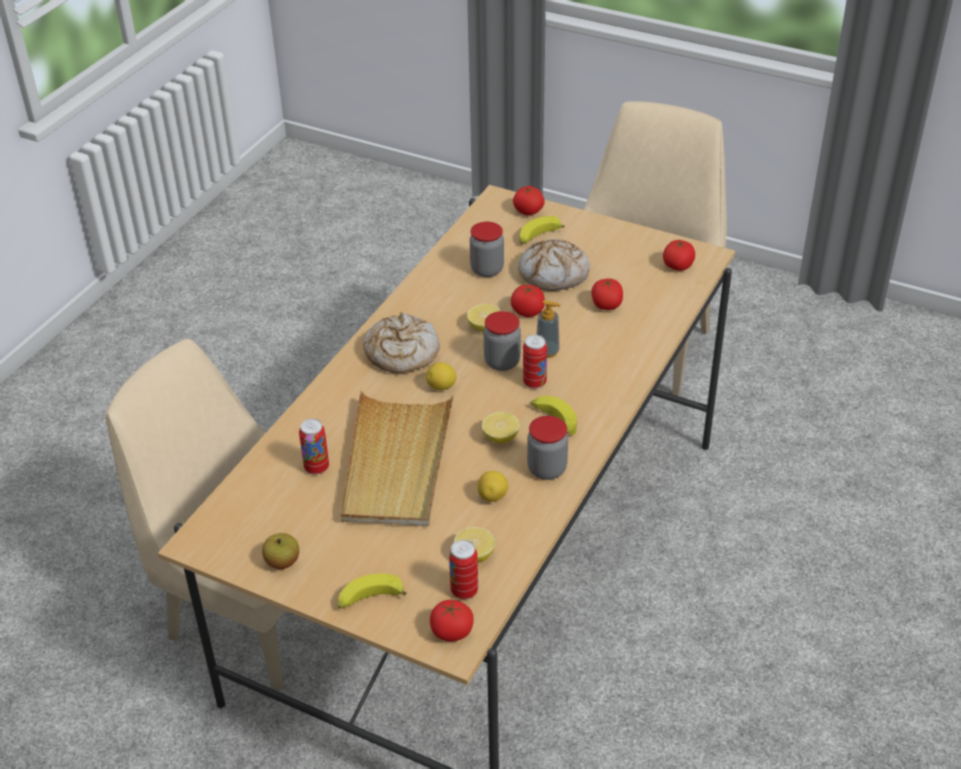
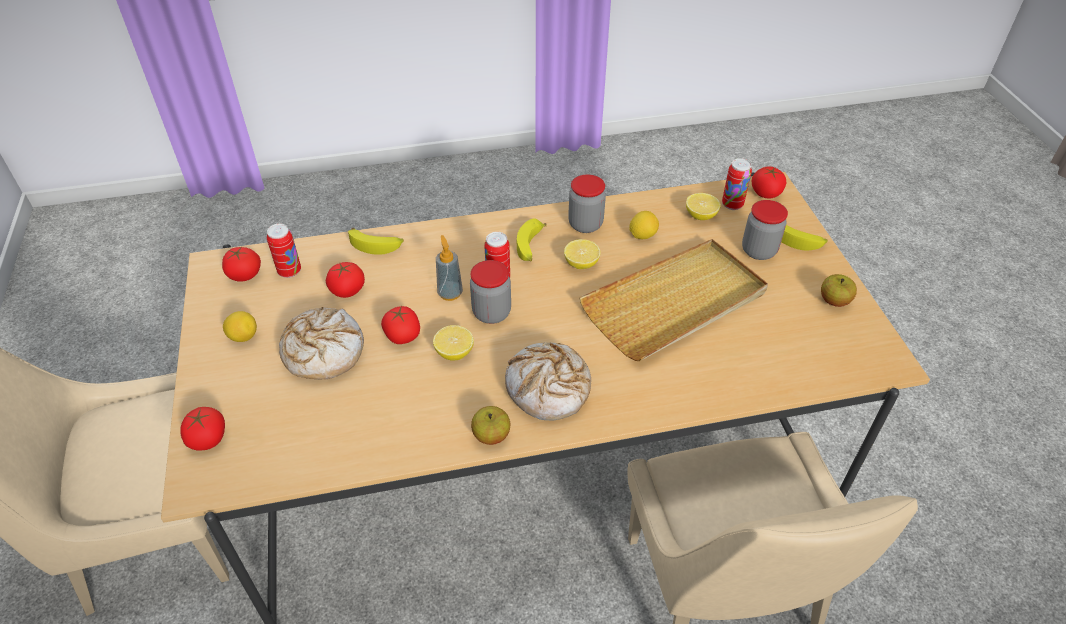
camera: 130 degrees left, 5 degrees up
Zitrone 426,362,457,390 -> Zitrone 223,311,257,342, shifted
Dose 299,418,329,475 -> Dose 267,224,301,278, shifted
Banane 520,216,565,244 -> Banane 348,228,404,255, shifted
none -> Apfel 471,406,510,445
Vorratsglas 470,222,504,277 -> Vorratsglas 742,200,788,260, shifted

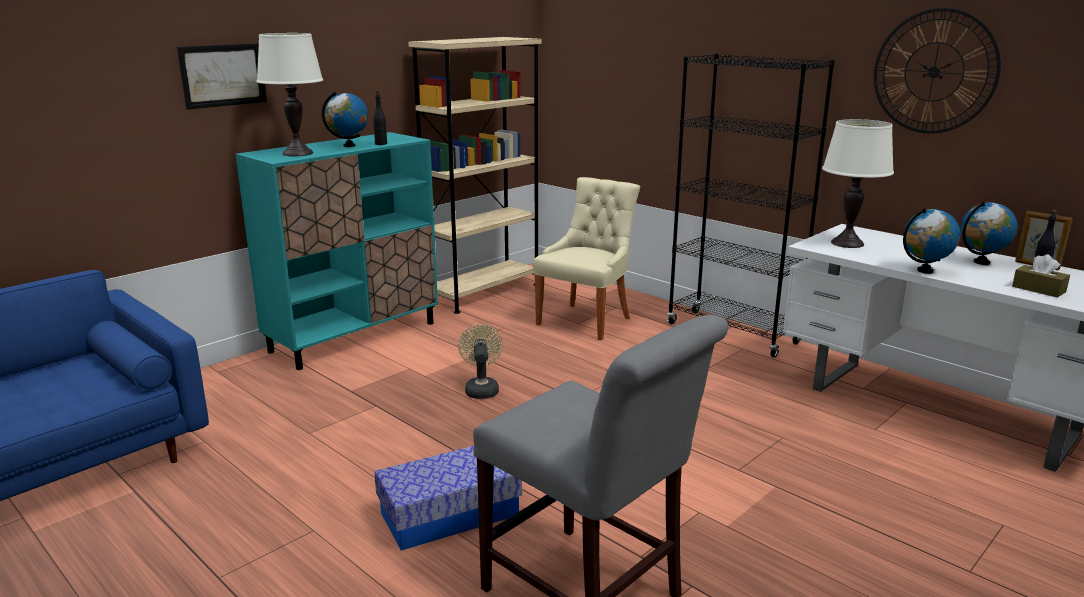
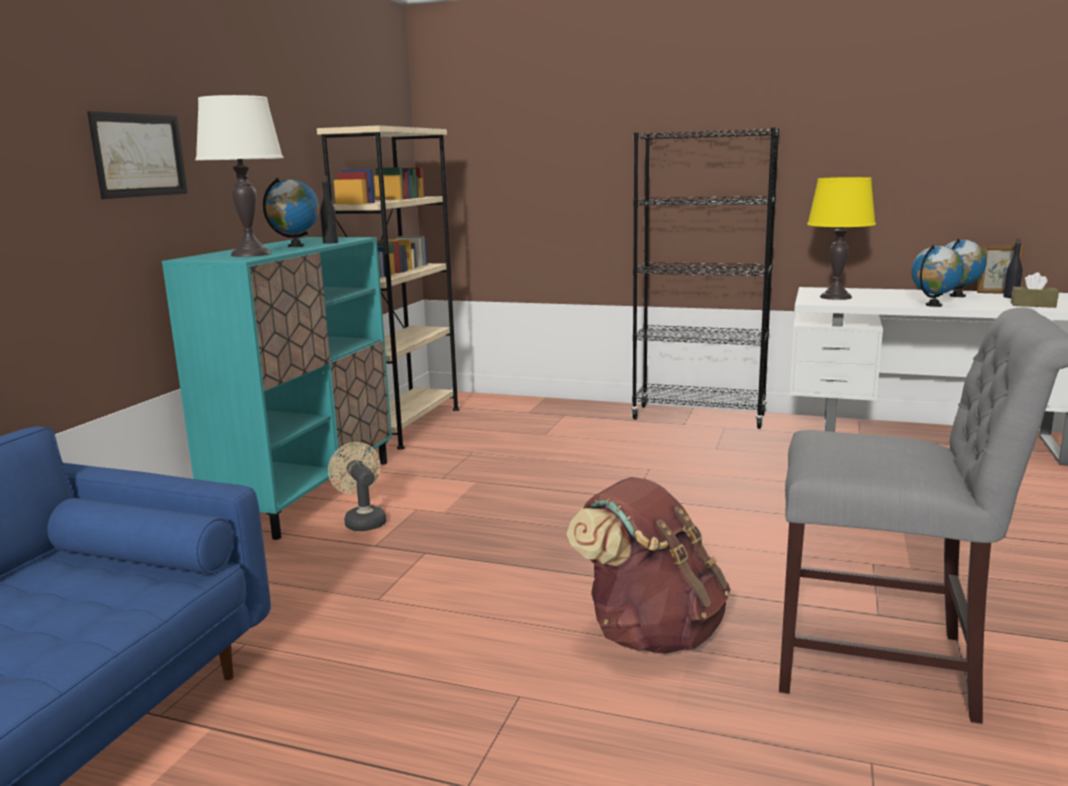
camera: 25 degrees left, 5 degrees down
Ventilator (beige) 458,324,503,399 -> Ventilator (beige) 328,442,386,531, shifted
Aufbewahrungsbox 374,446,522,551 -> Rucksack (braun) 566,477,731,654
Tischlampe (weiß) 822,119,894,248 -> Tischlampe (gelb) 807,177,876,300
Stuhl (beige) 533,177,640,340 -> none
Wanduhr 874,8,1001,134 -> none

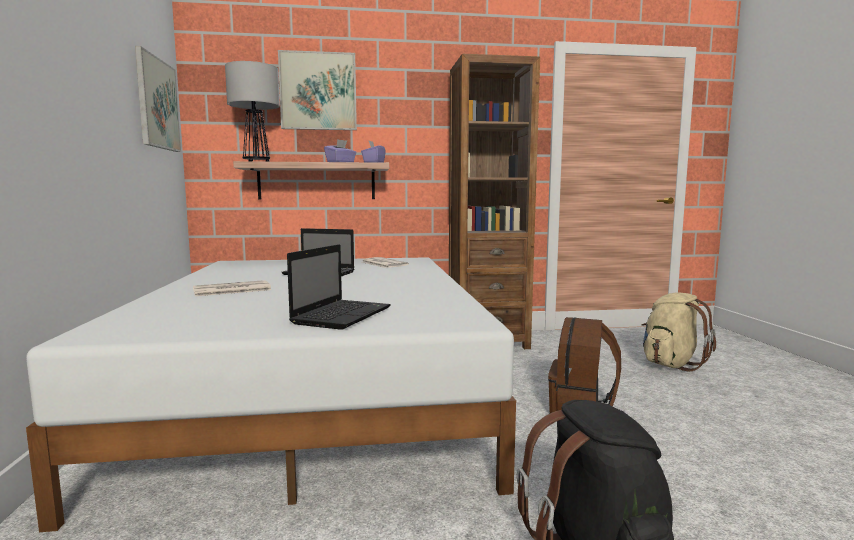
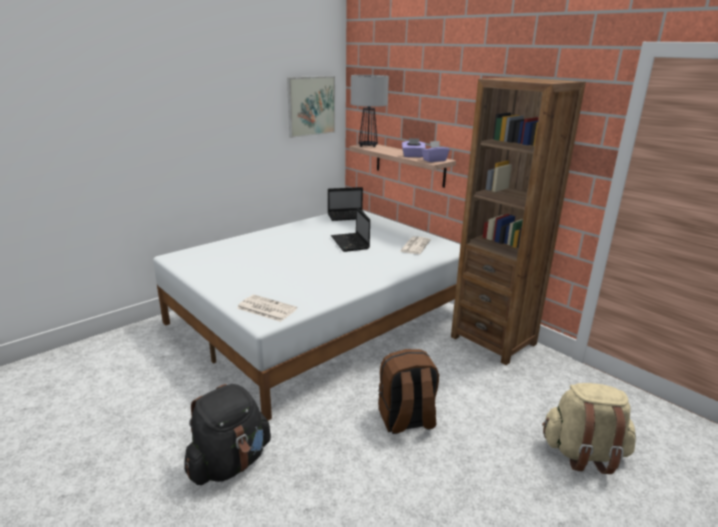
camera: 55 degrees right, 15 degrees up
Zeitung 193,280,271,296 -> Zeitung 237,295,297,322, shifted
Laptop 287,244,391,330 -> Laptop 328,187,366,221, shifted
Bild 278,50,357,130 -> none

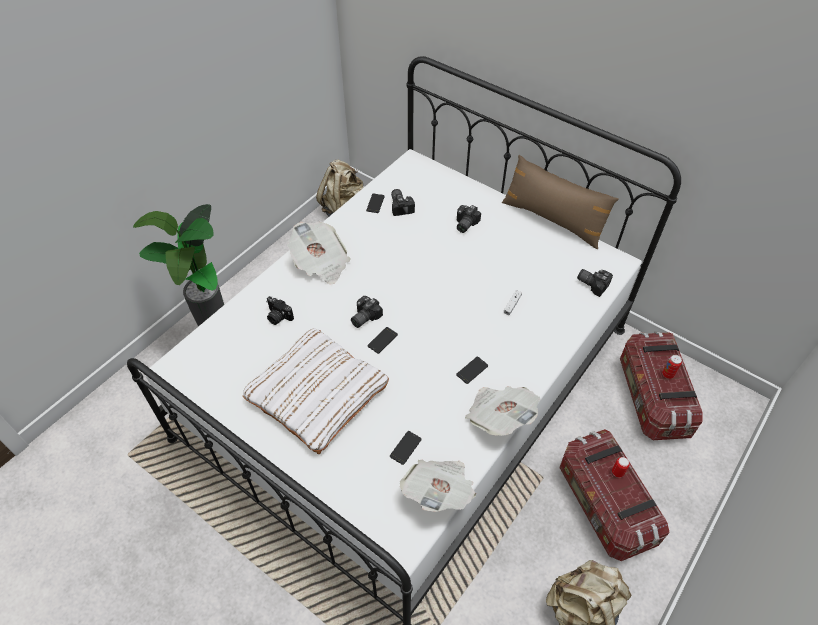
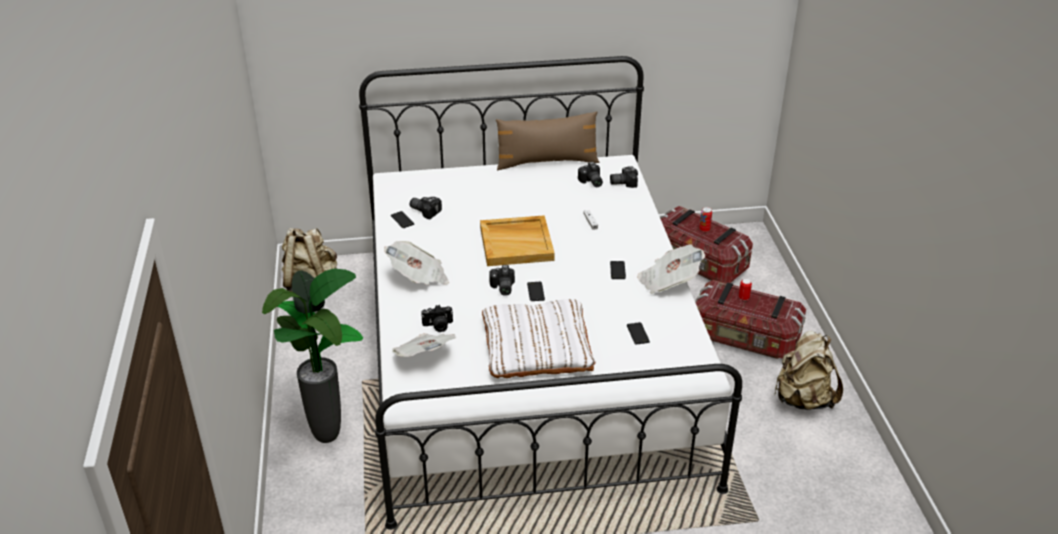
camera: 45 degrees left, 15 degrees down
Zeitung 400,460,476,512 -> Zeitung 392,333,456,357, shifted
none -> Tablett (beige) 480,215,555,266
Kamera 457,205,481,233 -> Kamera 578,162,603,187, shifted

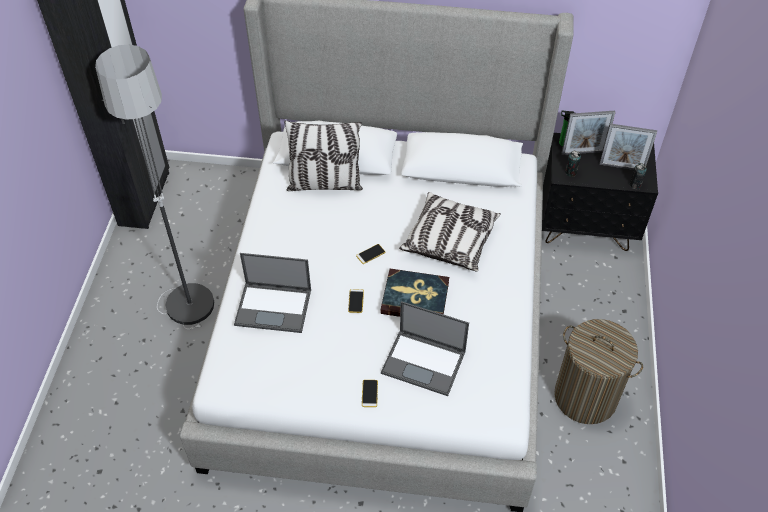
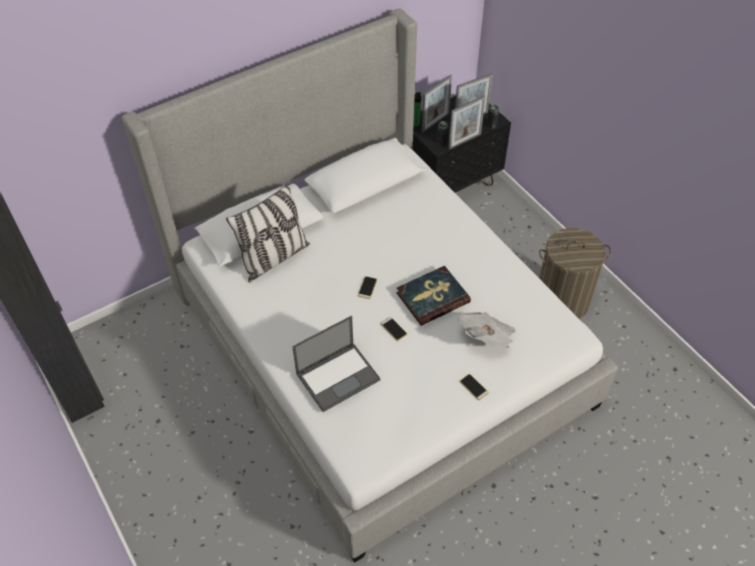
camera: 40 degrees left, 0 degrees up
none -> Bilderrahmen 448,96,486,150
Laptop 381,301,469,396 -> Zeitung 458,312,516,348
Stehlampe 95,45,214,329 -> none
Kissen 399,192,501,271 -> none

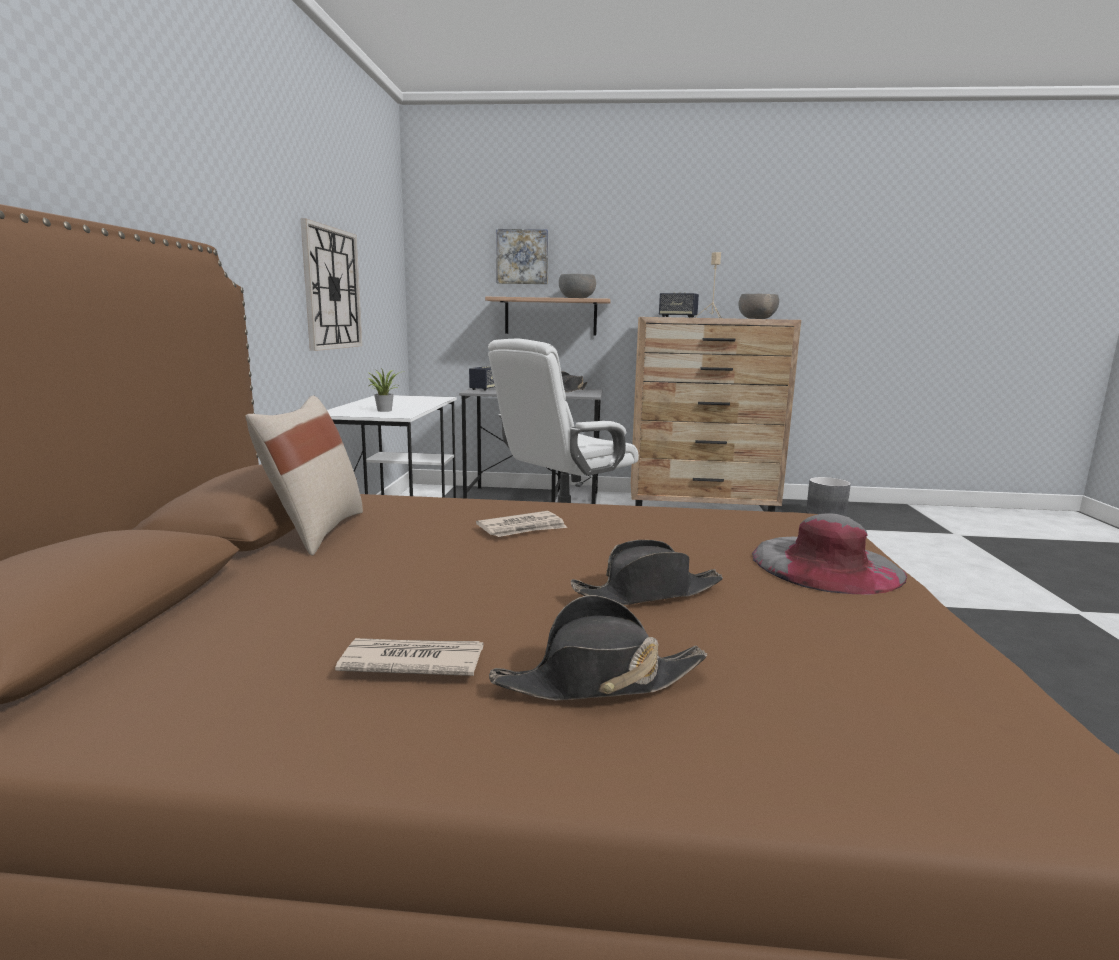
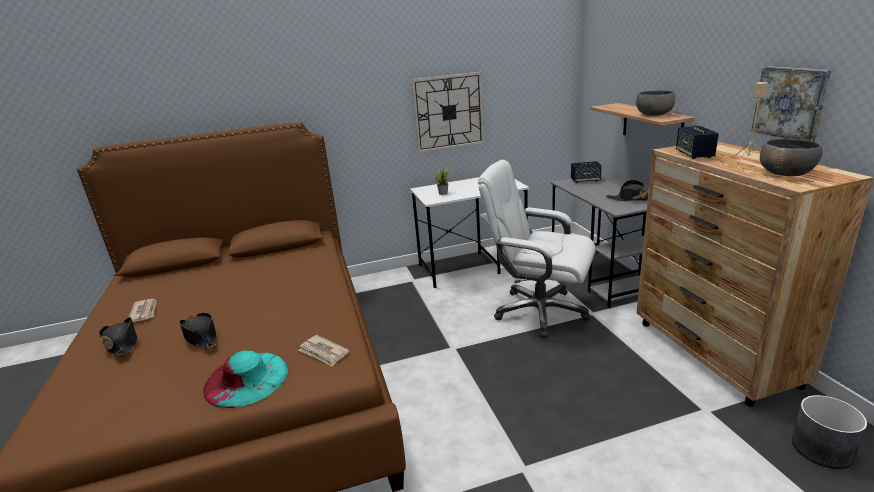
camera: 70 degrees right, 10 degrees up
Hut (grau) 752,513,907,595 -> Hut (türkis) 203,350,288,408
Zeitung 476,511,567,537 -> Zeitung 298,335,349,367, shifted
Bild 496,229,548,284 -> Bild 751,66,831,142, shifted
Kissen (beige) 245,395,363,556 -> none

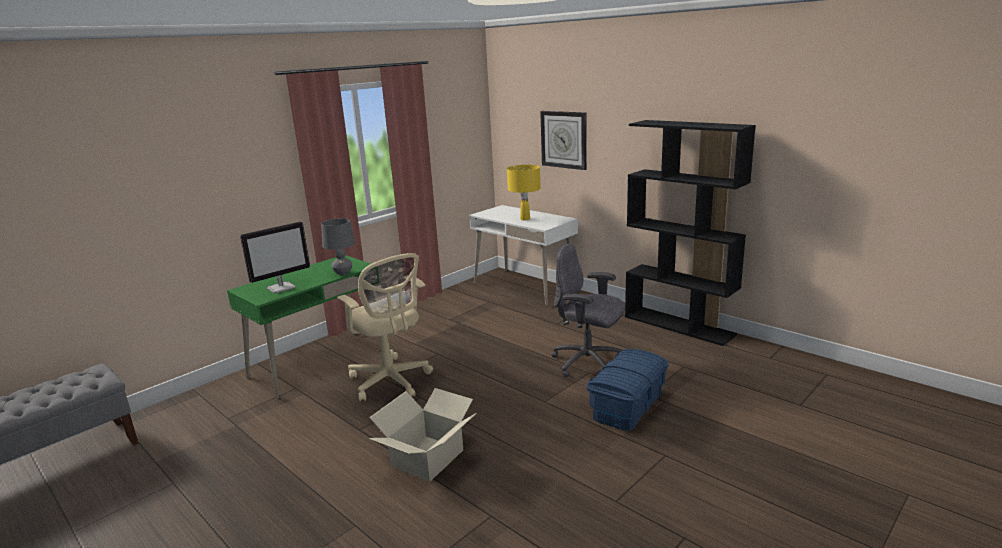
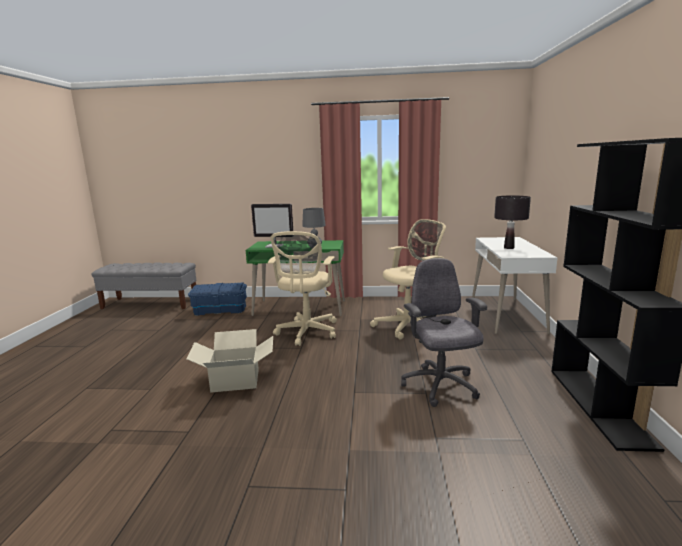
camera: 50 degrees right, 5 degrees down
Aufbewahrungsbox (blau) 587,349,668,431 -> Aufbewahrungsbox (blau) 188,282,247,315, shifted
none -> Bürostuhl (beige) 370,219,446,339
Tischlampe (gelb) 507,165,541,220 -> Tischlampe (schwarz) 494,196,531,249
Wanduhr 540,111,587,170 -> none

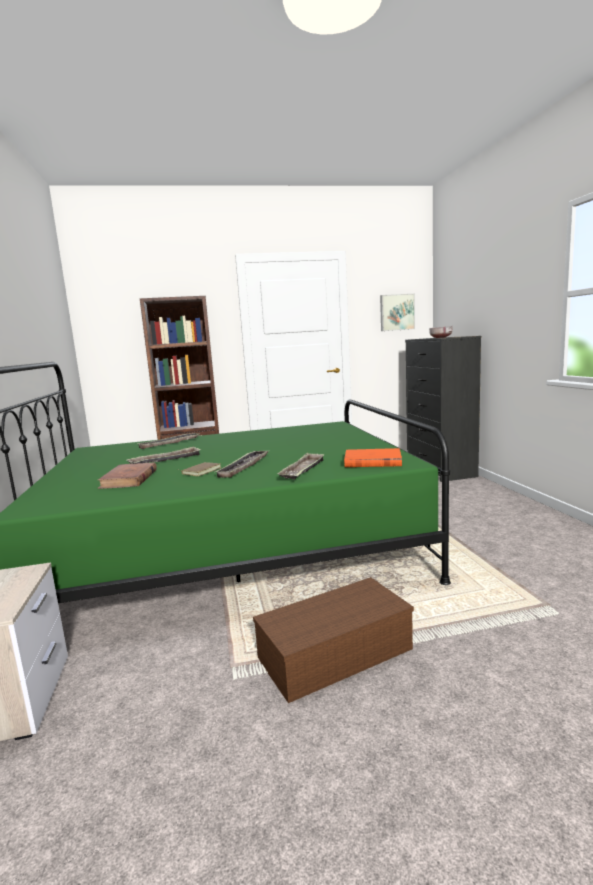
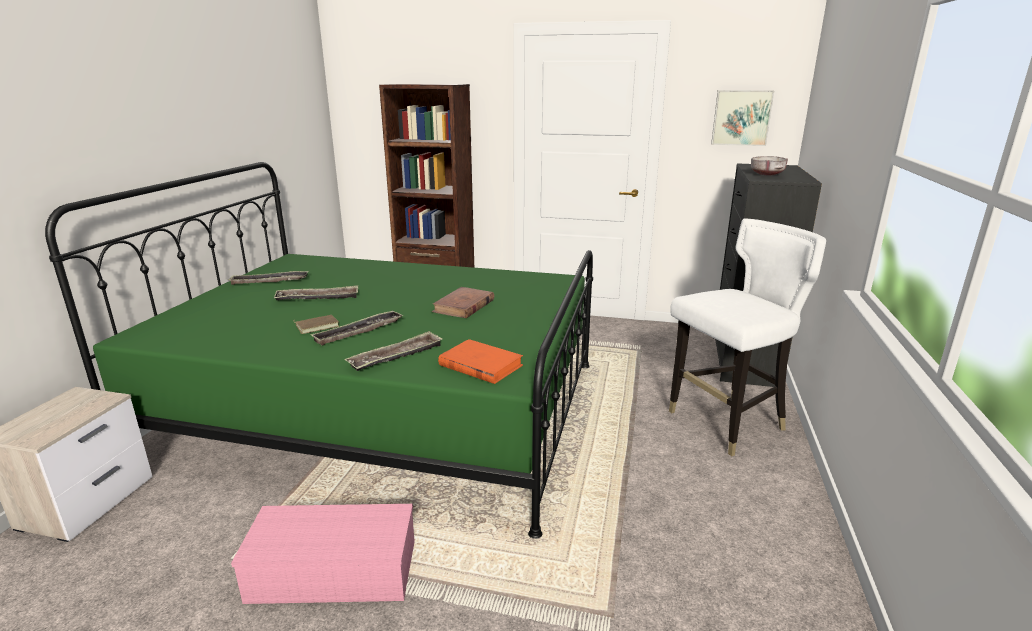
camera: 25 degrees right, 10 degrees up
Tablett 136,433,201,449 -> Tablett 229,271,308,285, shifted
Aufbewahrungsbox (braun) 253,577,414,703 -> Aufbewahrungsbox (rosa) 231,504,415,604
Buch (braun) 98,463,157,489 -> Buch (braun) 432,287,494,318, shifted
none -> Stuhl (weiß) 669,218,826,456

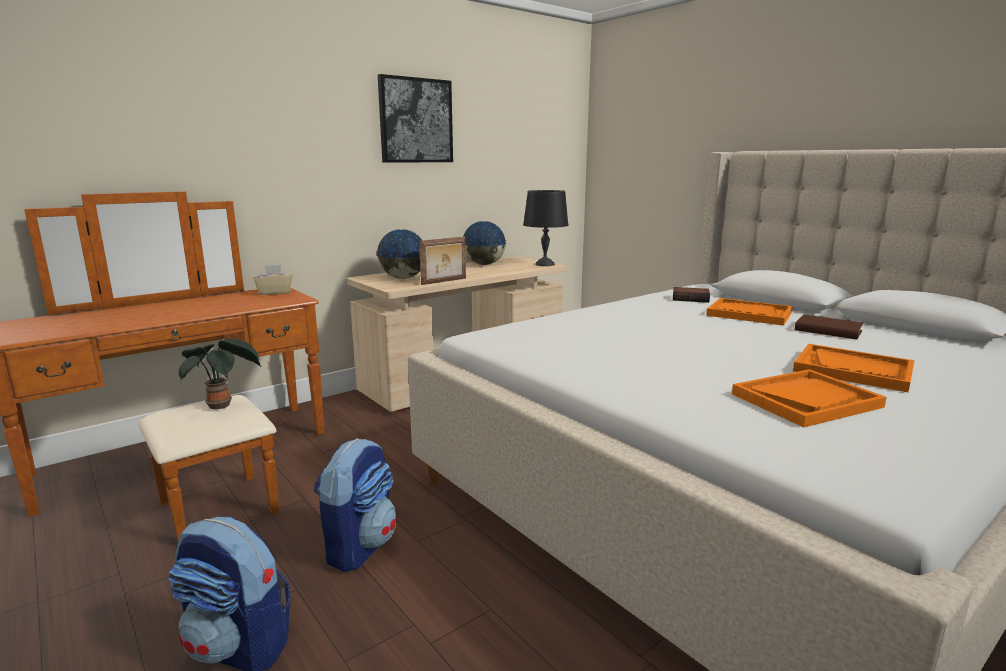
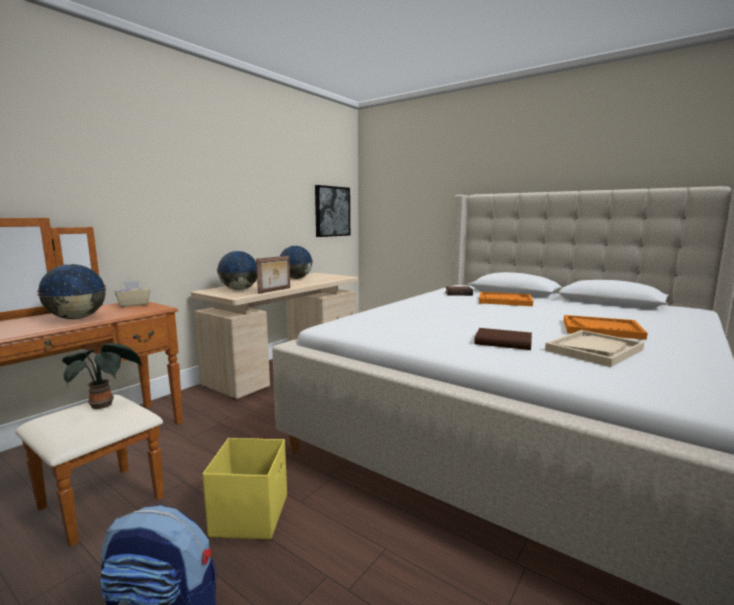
camera: 15 degrees left, 5 degrees down
none -> Globus 37,264,107,319
Rucksack 314,438,397,572 -> Aufbewahrungsbox (gelb) 203,438,287,539
Bild 378,74,453,162 -> Bild 315,185,350,237, shifted
Buch (braun) 795,314,864,339 -> Buch (braun) 474,328,532,350, shifted
Tablett (orange) 732,369,887,427 -> Tablett (beige) 545,330,644,367
Tischlampe (schwarz) 523,190,568,266 -> none

